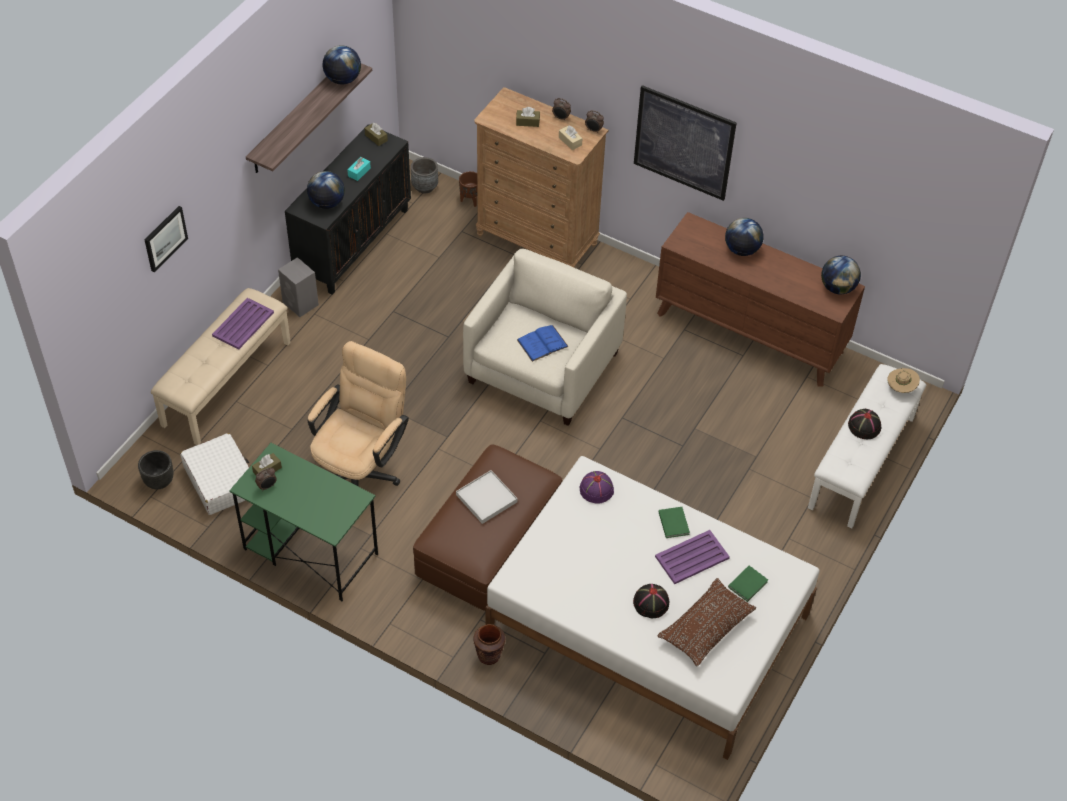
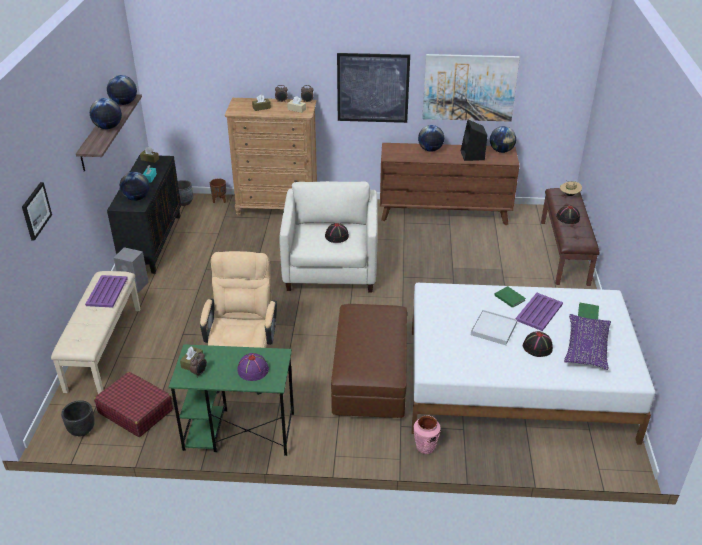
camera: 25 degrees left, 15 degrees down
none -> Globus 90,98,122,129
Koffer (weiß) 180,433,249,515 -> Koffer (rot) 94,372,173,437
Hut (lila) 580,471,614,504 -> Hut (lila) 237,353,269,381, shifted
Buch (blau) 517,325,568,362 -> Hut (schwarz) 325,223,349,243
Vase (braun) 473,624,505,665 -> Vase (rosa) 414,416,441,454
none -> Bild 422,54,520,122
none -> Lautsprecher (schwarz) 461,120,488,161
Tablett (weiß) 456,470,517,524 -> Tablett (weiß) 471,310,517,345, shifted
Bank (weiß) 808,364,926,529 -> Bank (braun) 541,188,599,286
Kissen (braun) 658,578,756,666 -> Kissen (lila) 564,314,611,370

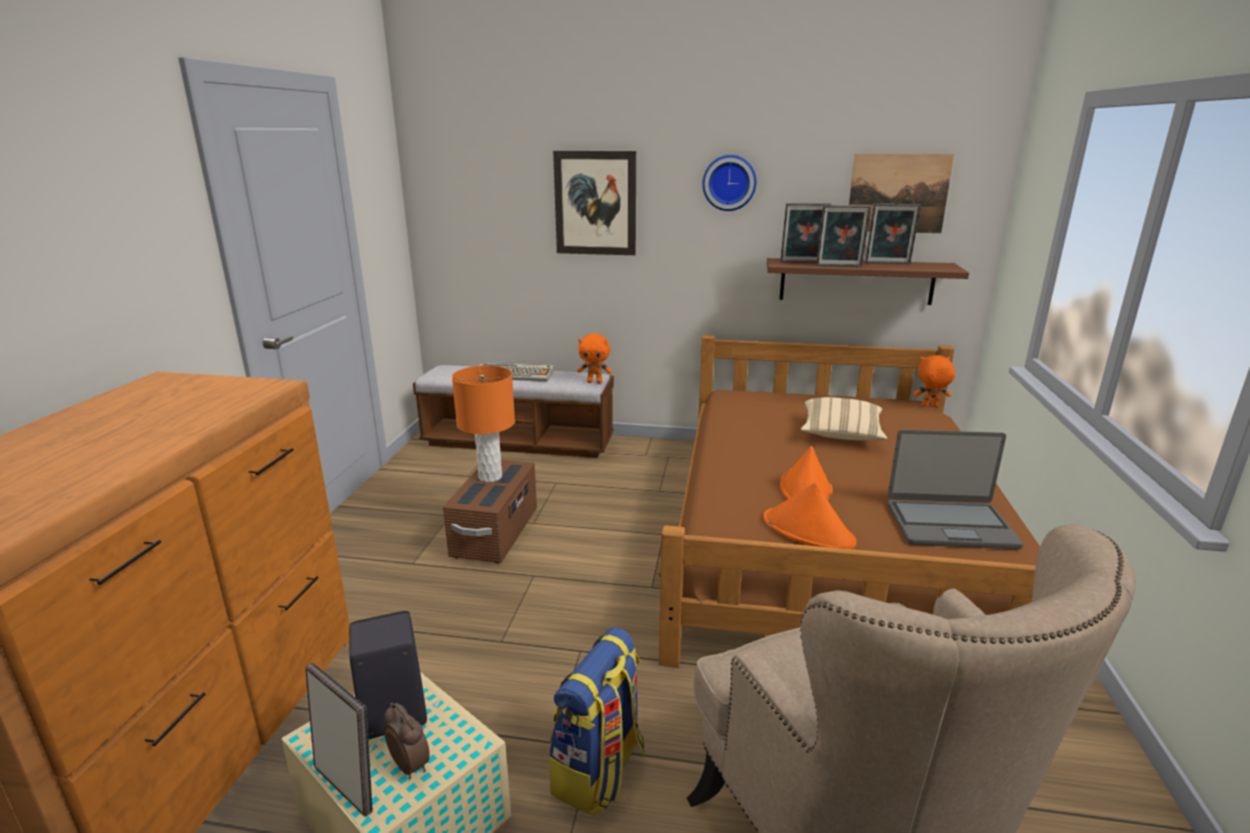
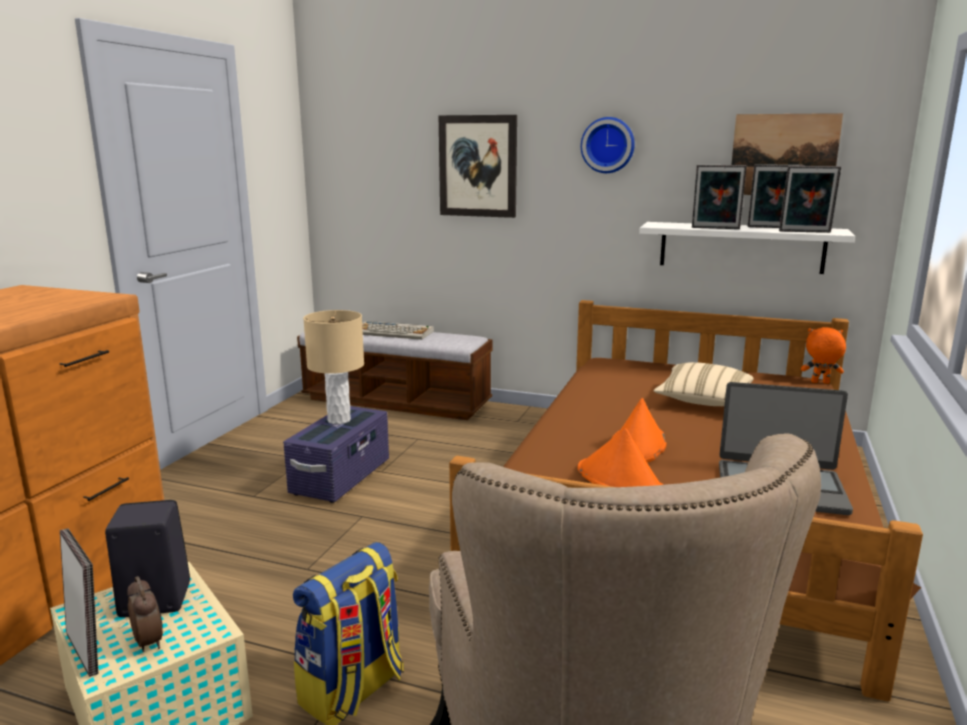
camera: 10 degrees right, 5 degrees down
Aufbewahrungsbox (braun) 443,460,537,563 -> Aufbewahrungsbox (lila) 283,406,389,503
Tischlampe (orange) 452,365,515,482 -> Tischlampe (beige) 303,310,364,424
Wandregal (braun) 767,258,969,305 -> Wandregal (weiß) 639,222,855,274
Bilderrahmen 780,203,831,263 -> Bilderrahmen 779,166,841,233, shifted
Plüschtier (orange) 577,333,612,383 -> none

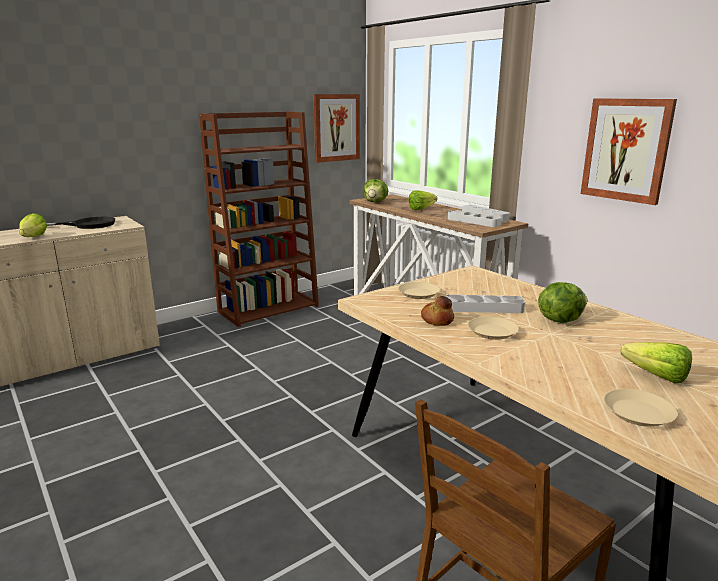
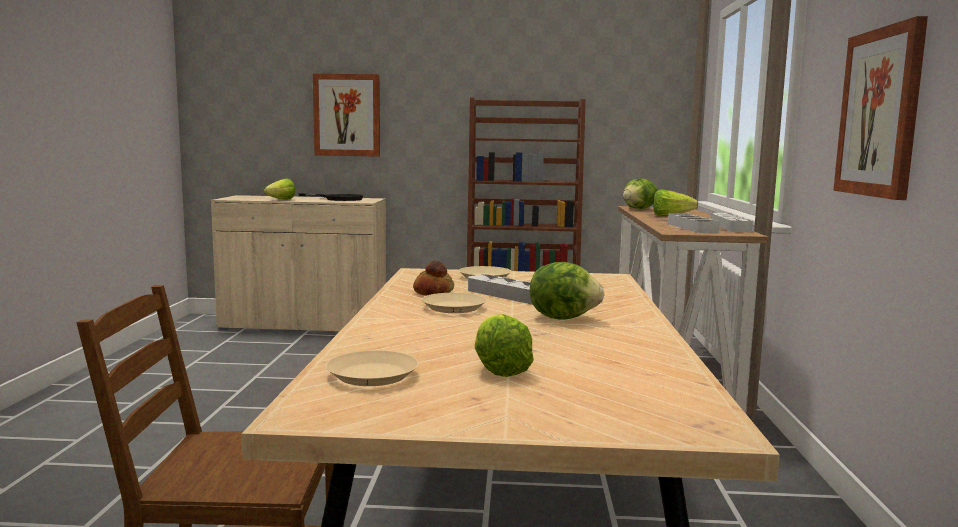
camera: 40 degrees right, 10 degrees down
Bild 313,94,360,163 -> Bild 313,74,380,157, shifted

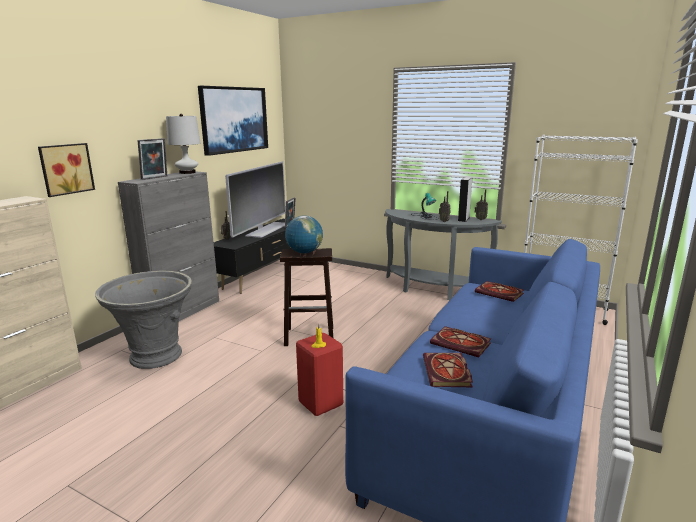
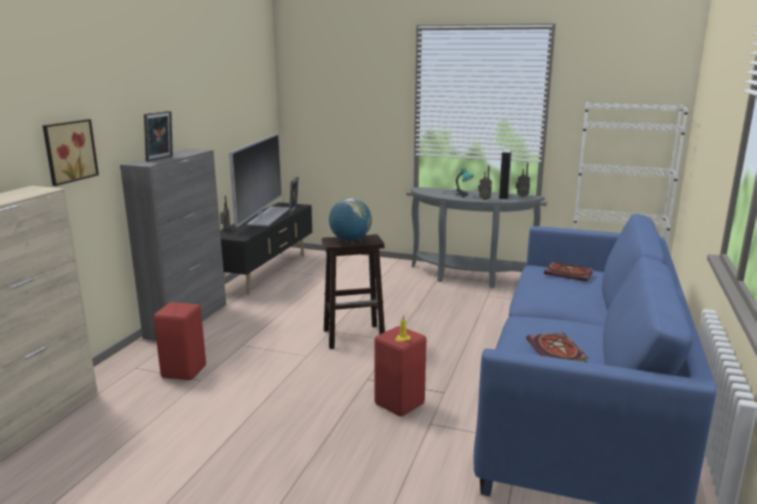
camera: 10 degrees left, 0 degrees up
Pflanzkübel (grau) 95,270,192,369 -> Hocker (rot) 154,302,206,380
Tischlampe (weiß) 166,114,201,174 -> none
Bild 198,86,268,156 -> none
Buch 430,326,491,357 -> none

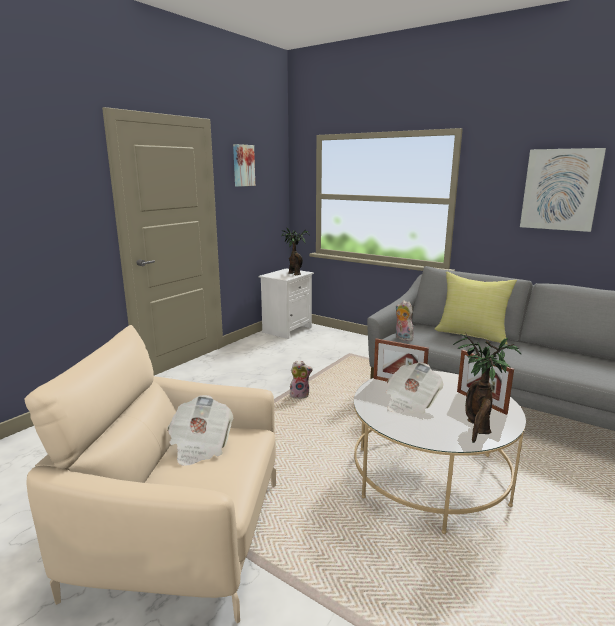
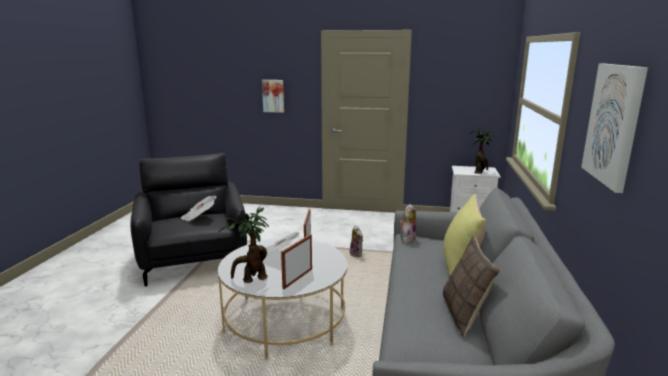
camera: 65 degrees right, 0 degrees up
Sessel (beige) 24,325,276,623 -> Sessel (schwarz) 130,153,247,286
Bild 233,144,255,187 -> Bild 262,80,284,113, shifted
none -> Kissen 443,236,501,337

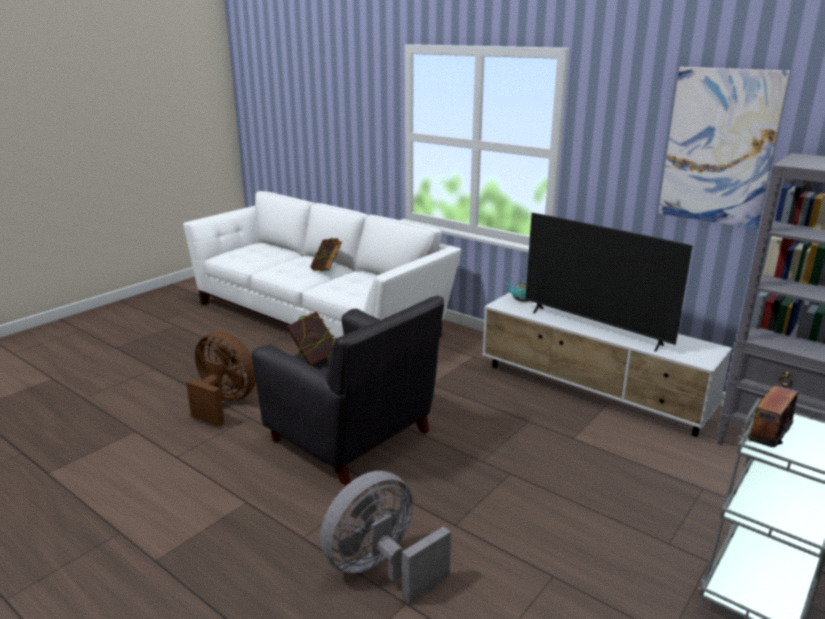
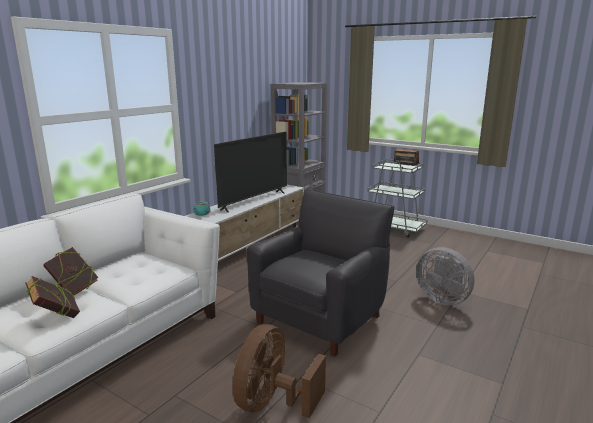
camera: 95 degrees left, 5 degrees down
Buch 287,311,335,366 -> Buch 25,276,80,318, shifted
Bild 658,67,790,229 -> none

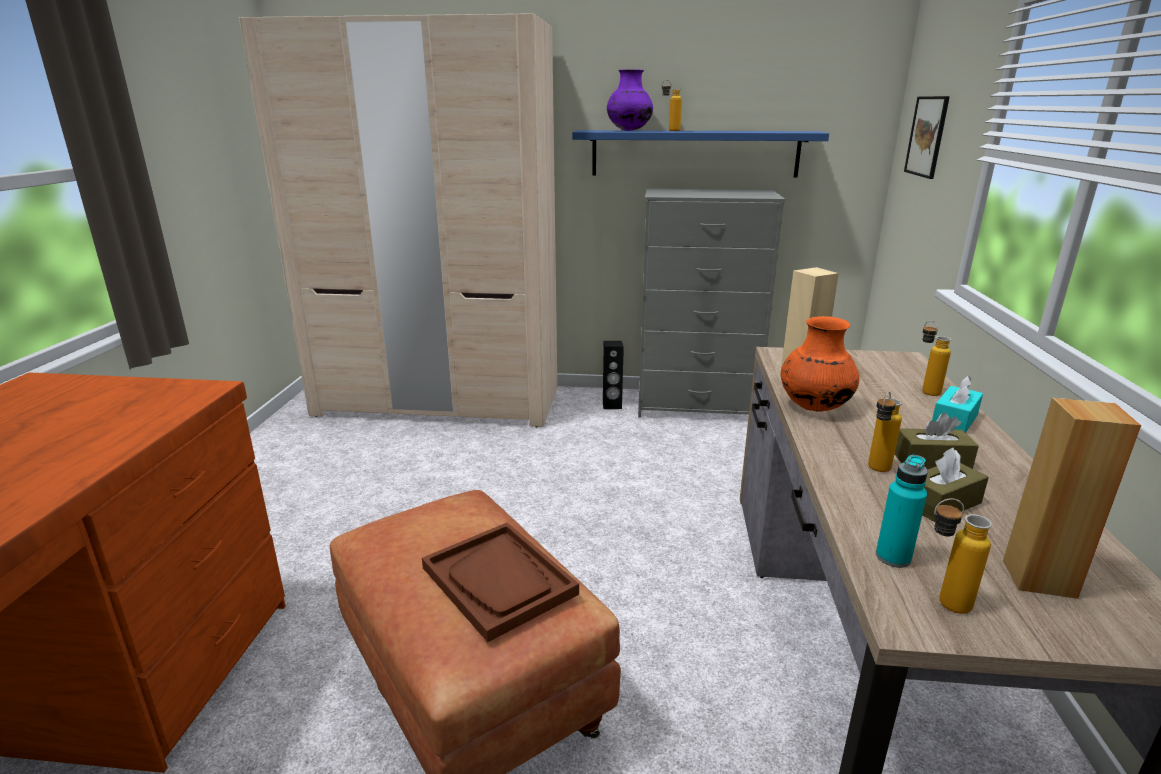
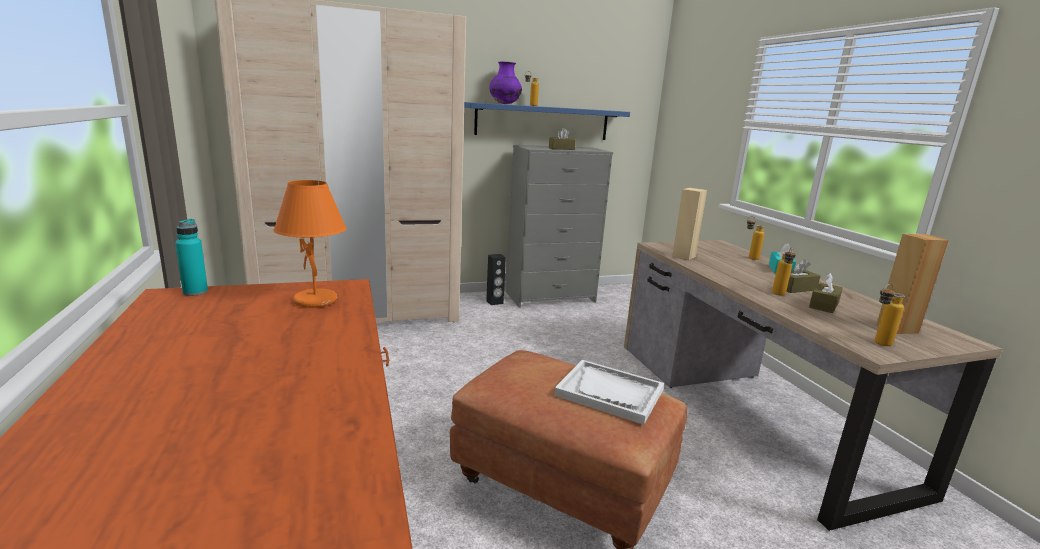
camera: 25 degrees left, 5 degrees down
Flasche (türkis) 876,455,927,568 -> Flasche (türkis) 175,219,208,296, shifted
none -> Tischlampe (orange) 273,180,347,308
none -> Taschentuchbox (braun) 549,128,576,150
Tablett (braun) 422,522,579,642 -> Tablett (weiß) 554,360,664,425
Vase (orange) 781,316,859,412 -> none
Bild 904,96,950,179 -> none

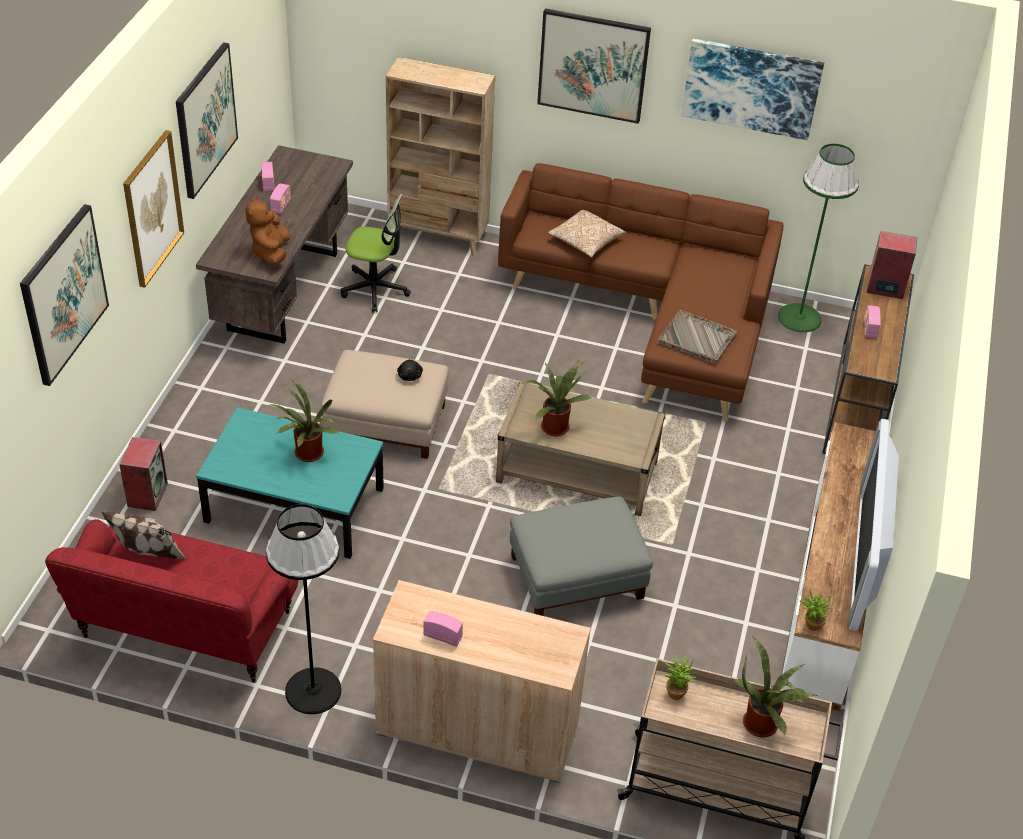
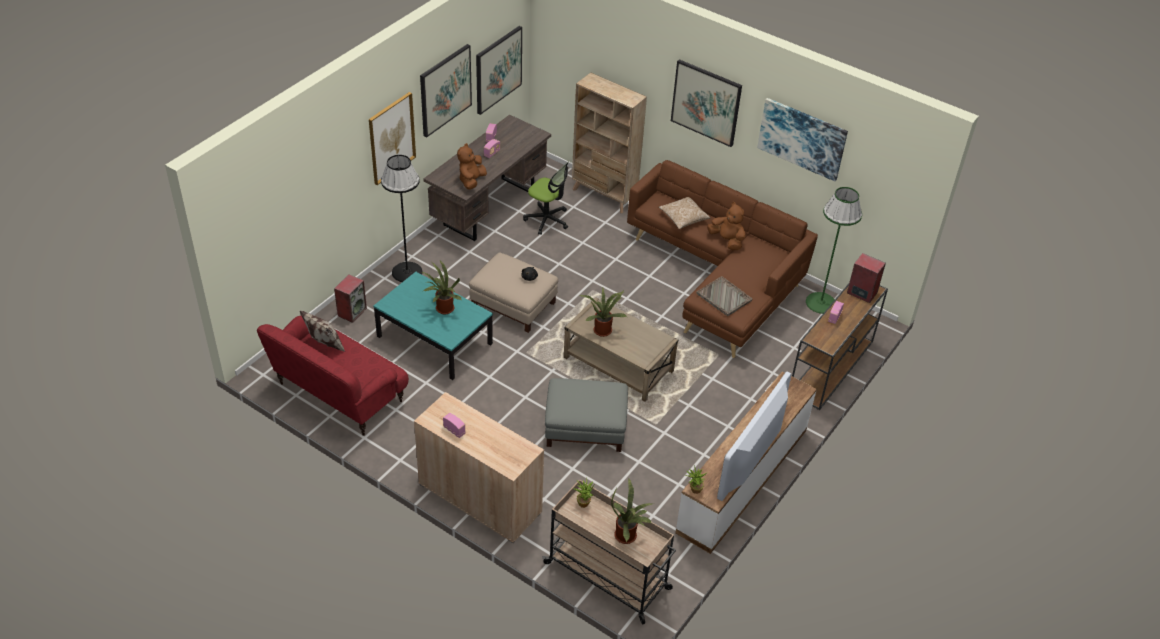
camera: 20 degrees right, 0 degrees up
Stehlampe (schwarz) 266,504,342,714 -> Stehlampe (schwarz) 381,155,422,282, shifted
Bild 20,204,109,386 -> Bild 476,26,522,115, shifted
none -> Plüschtier (braun) 707,202,746,250

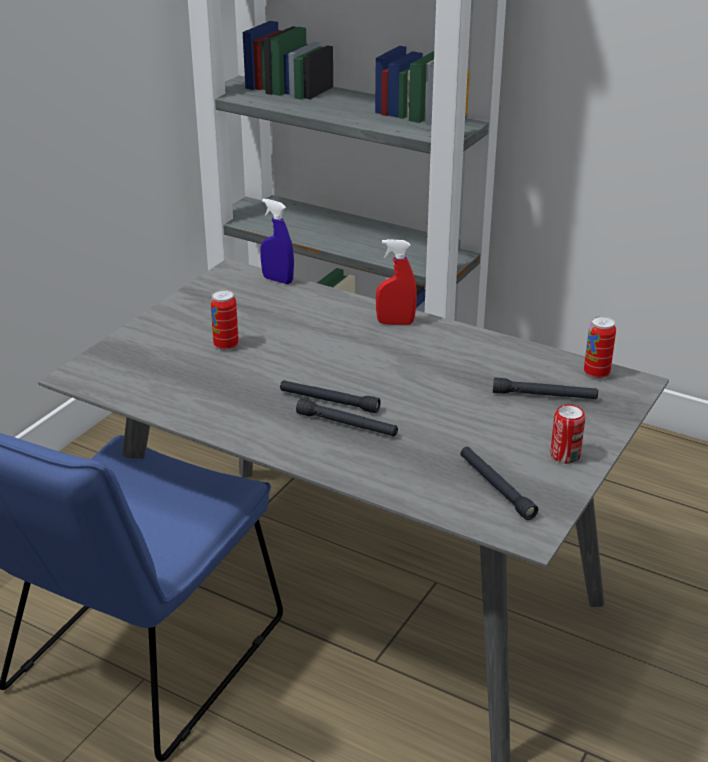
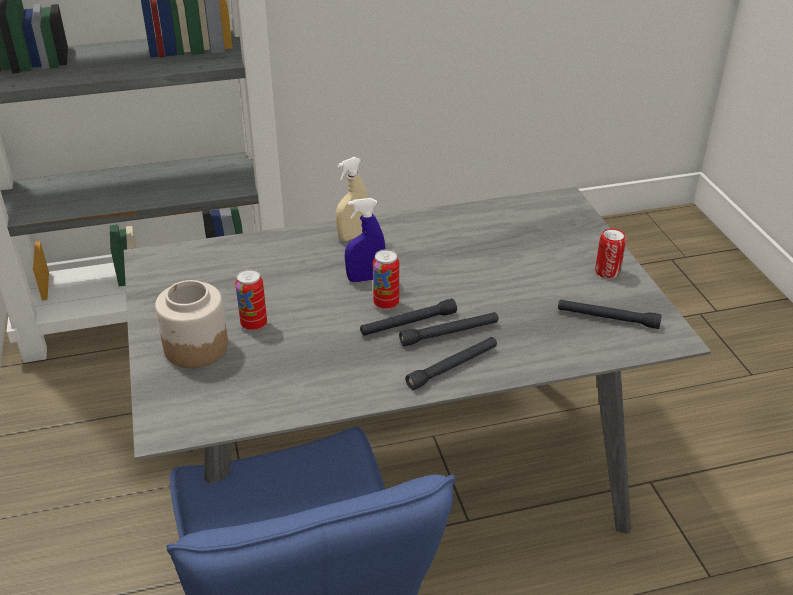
camera: 45 degrees left, 5 degrees up
none -> Vorratsglas 155,280,228,368
Sprühflasche (rot) 376,239,417,325 -> Sprühflasche (beige) 336,157,367,241
Sprühflasche (blau) 260,199,294,284 -> Sprühflasche (blau) 345,198,386,282, shifted
Dose 584,316,616,379 -> Dose 373,249,399,310, shifted
Taschenlampe (schwarz) 493,377,598,399 -> Taschenlampe (schwarz) 405,337,497,390, shifted

